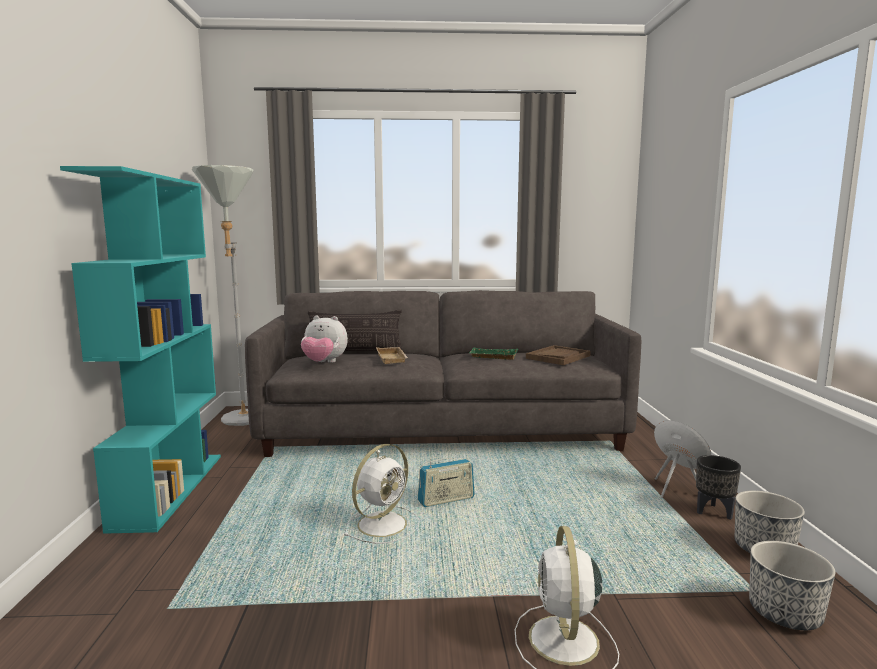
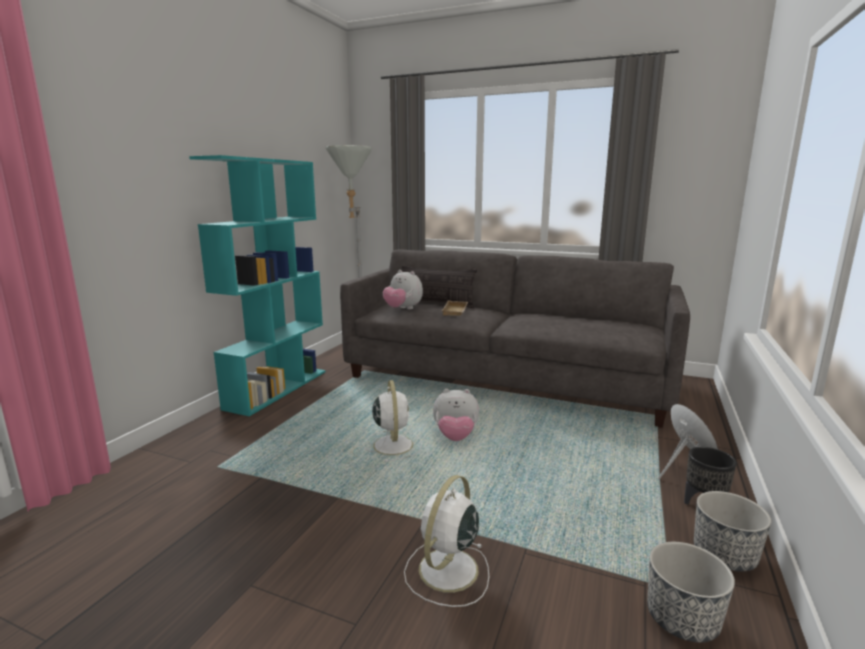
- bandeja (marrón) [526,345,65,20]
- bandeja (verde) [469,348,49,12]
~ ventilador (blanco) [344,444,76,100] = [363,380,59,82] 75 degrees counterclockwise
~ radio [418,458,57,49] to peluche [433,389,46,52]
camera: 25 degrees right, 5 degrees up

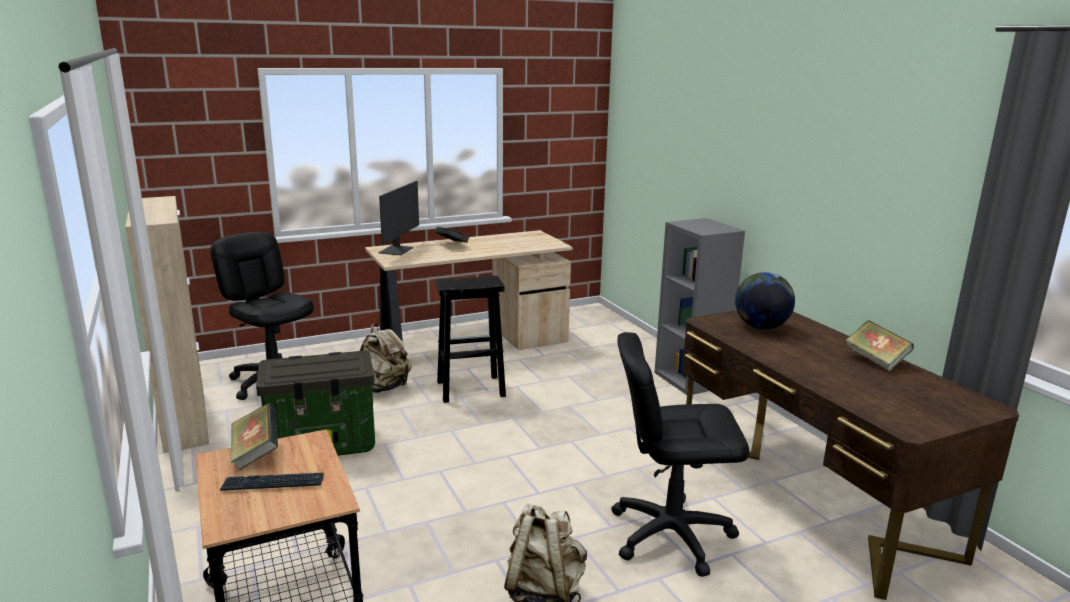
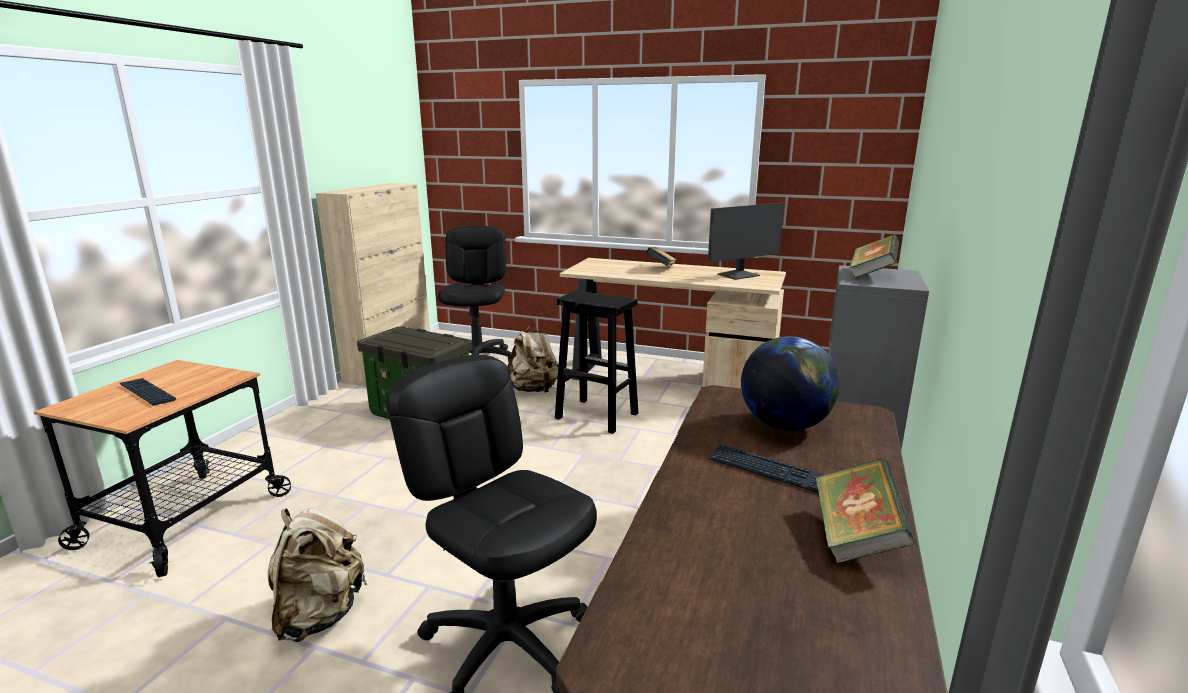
~ monitor [379,181,40,74] to [708,203,76,77]
~ libro [231,403,47,67] to [850,235,49,43]
+ teclado [708,444,118,49]
camera: 45 degrees right, 0 degrees up

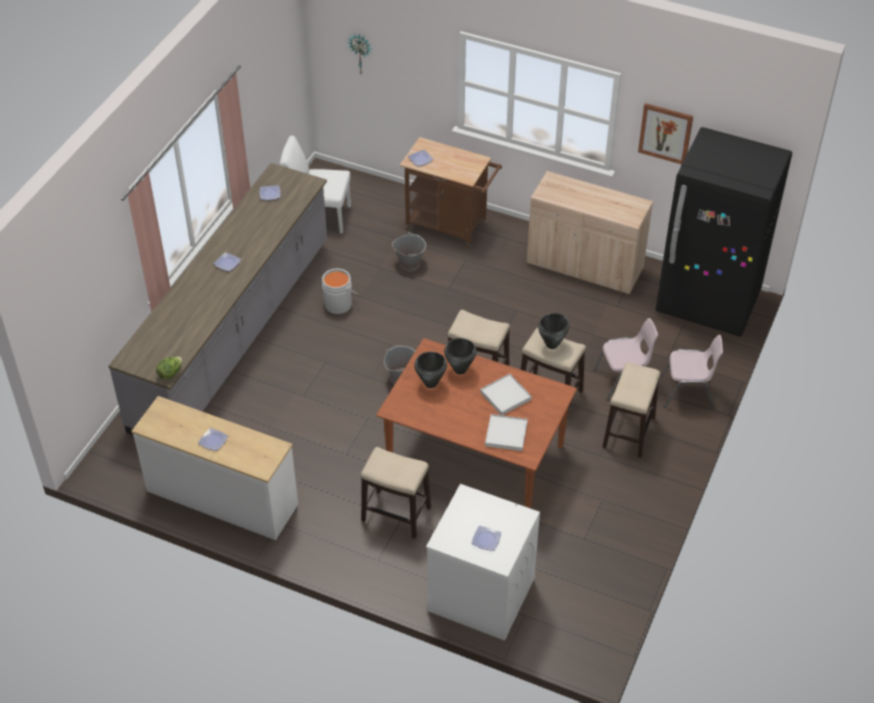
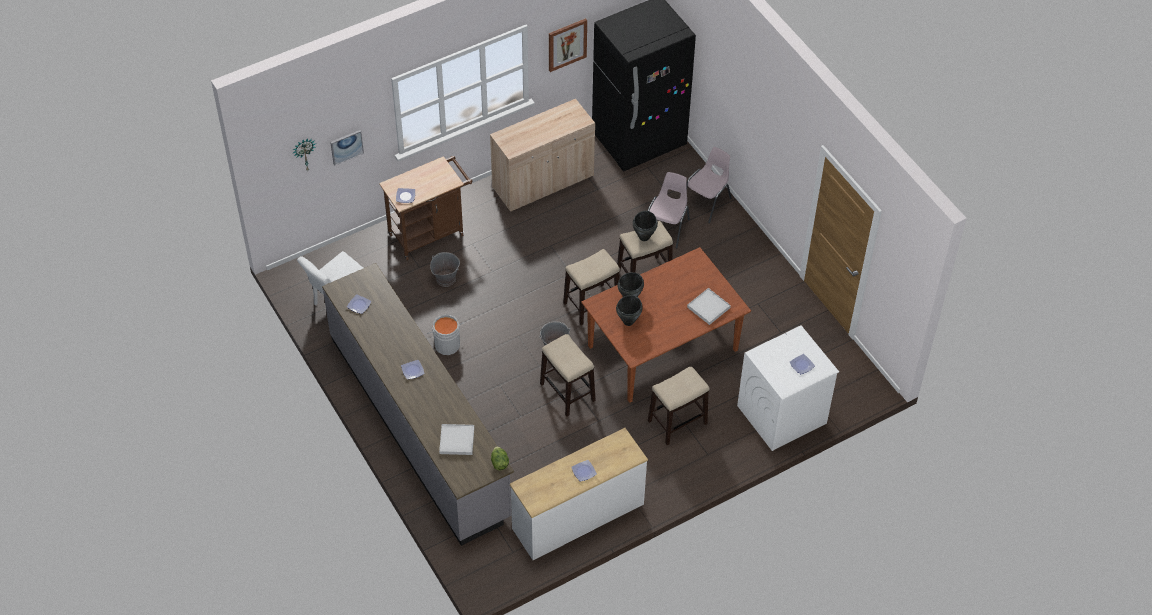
~ taburete [603,363,57,95] to [540,334,56,83]
~ bandeja (blanco) [480,374,52,41] to [439,424,35,31]
+ cuadro [330,130,34,36]
camera: 55 degrees left, 5 degrees up

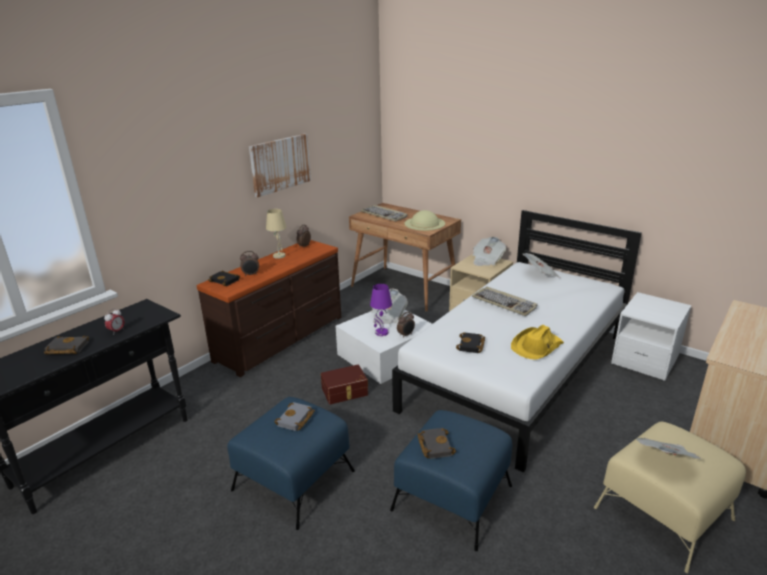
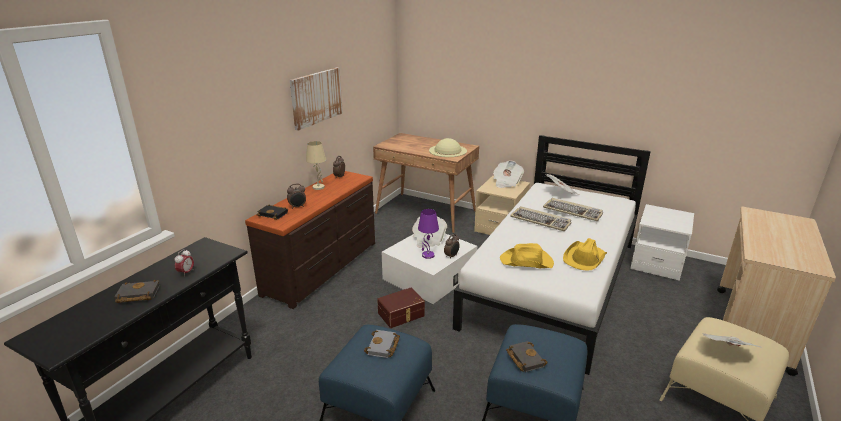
~ teclado [360,205,47,17] to [543,198,60,23]
~ libro (negro) [456,332,29,21] to sombrero (amarillo) [500,243,54,25]
camera: 10 degrees left, 0 degrees up

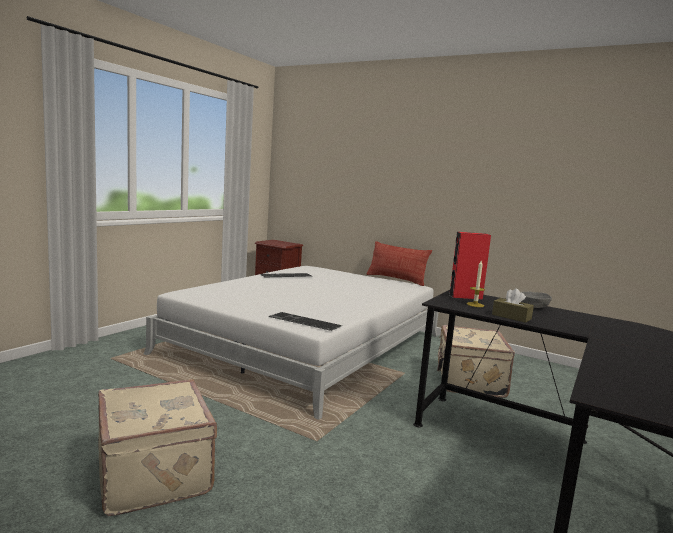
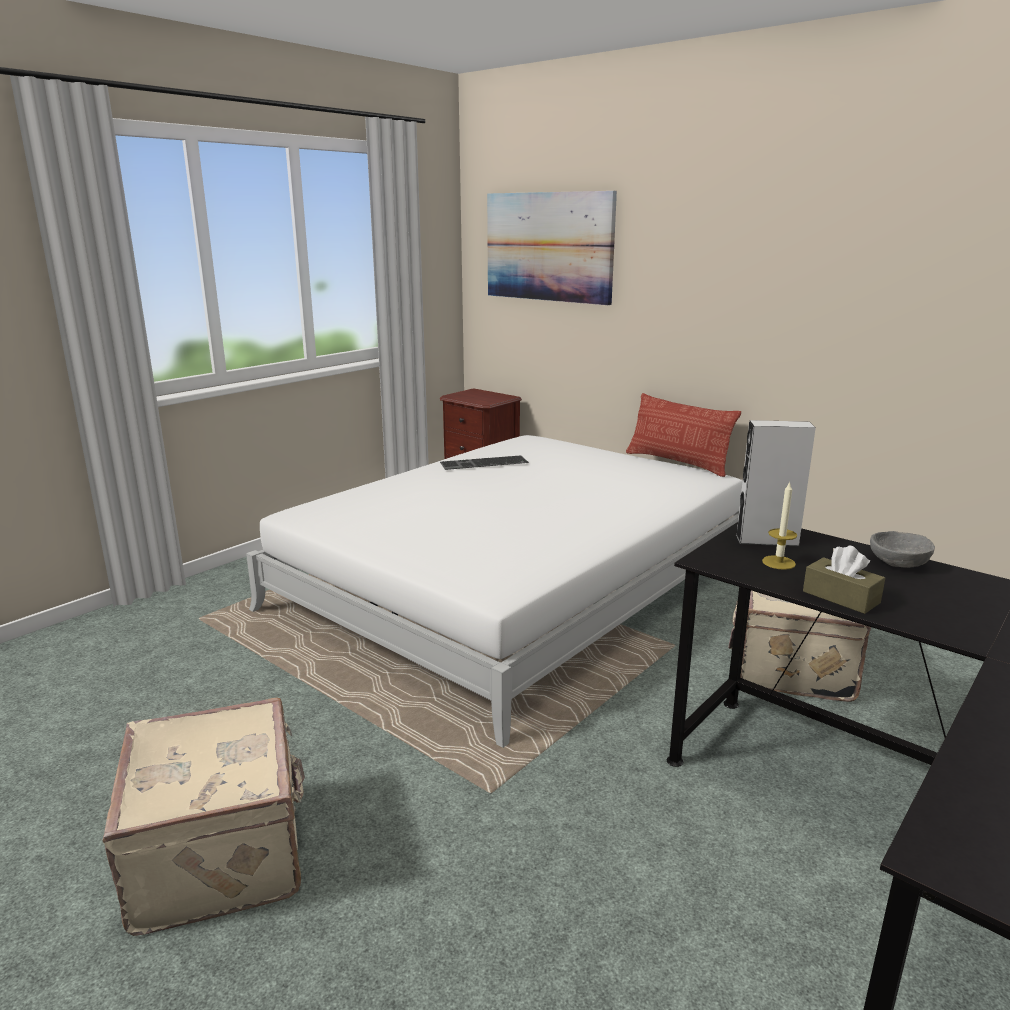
~ altavoz (rojo) [449,232,42,68] to altavoz (gris) [736,420,80,127]
- teclado [269,312,73,19]
+ cuadro [487,191,130,114]
camera: 10 degrees right, 10 degrees up

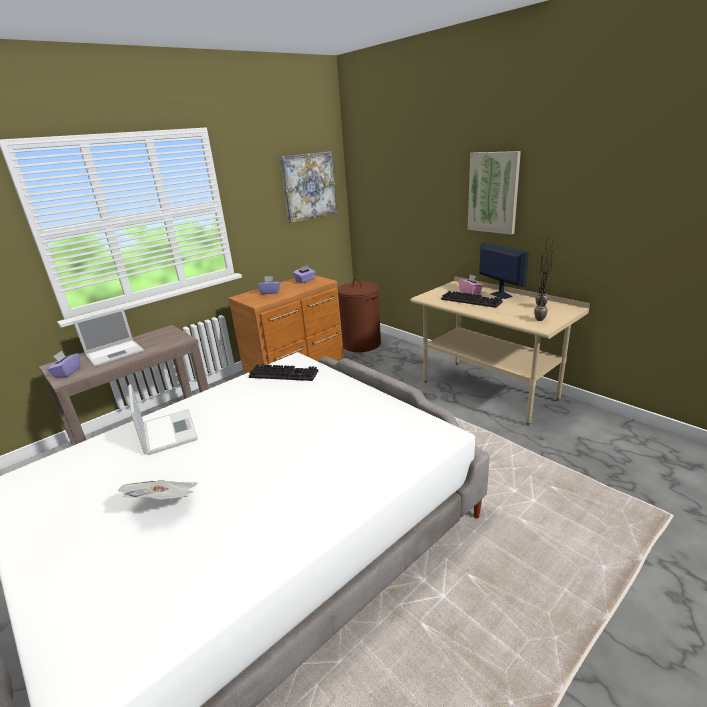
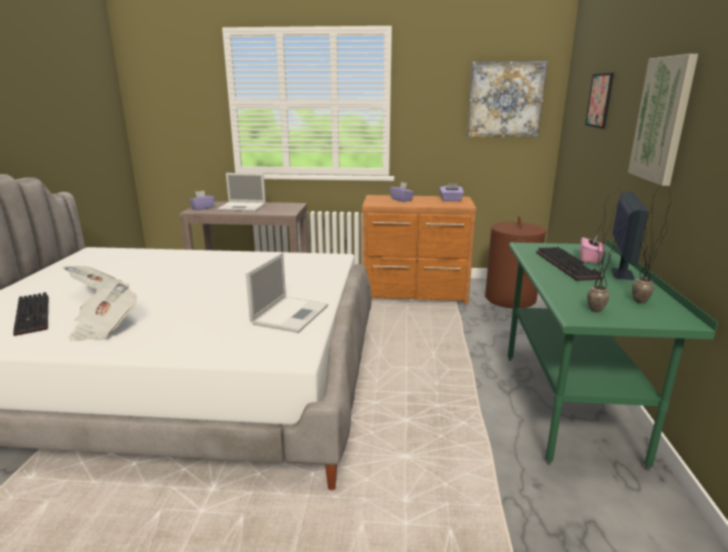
~ escritorio (beis) [410,276,180,150] to escritorio (verde) [508,239,210,232]
~ teclado [249,364,69,17] to [13,292,35,44]
~ portátil [128,384,70,71] to [246,253,82,80]
+ cuadro [585,73,29,56]
+ periódico [69,283,68,58]
camera: 45 degrees right, 5 degrees down

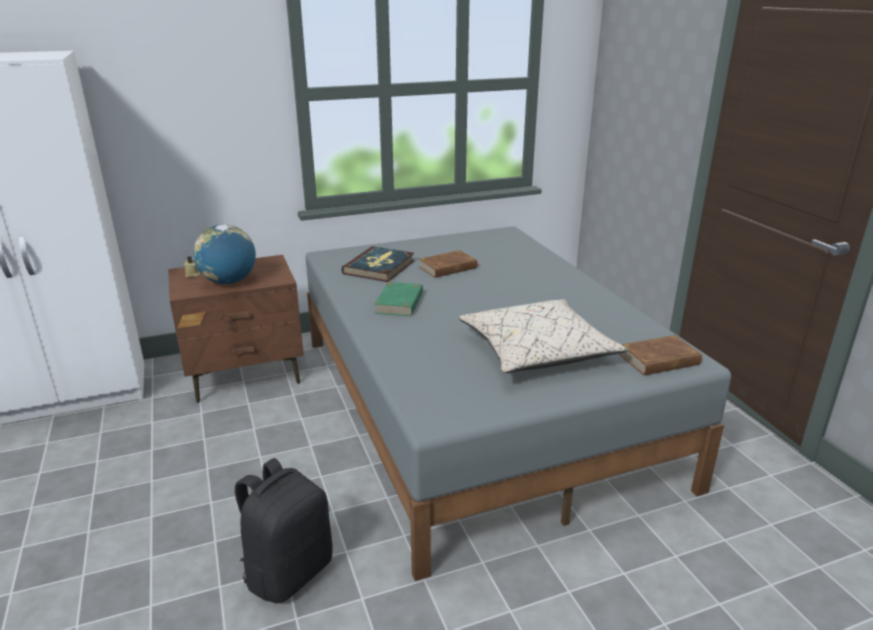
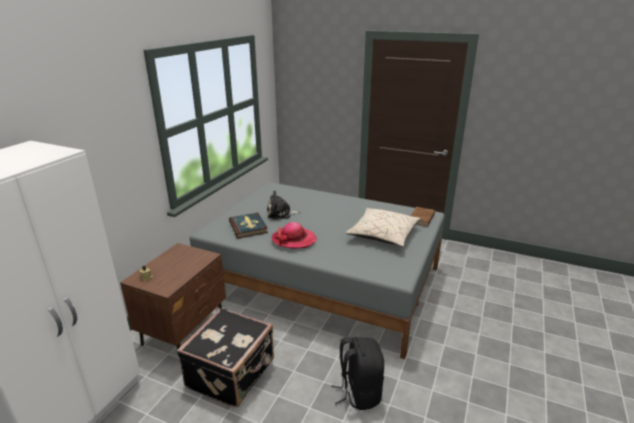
- globo terráqueo [193,224,63,60]
~ libro (marrón) [419,250,61,28] to peluche [267,190,33,30]
~ libro (verde) [374,282,49,34] to sombrero [272,222,45,27]
+ maleta (negro) [177,307,97,101]
camera: 45 degrees left, 0 degrees up

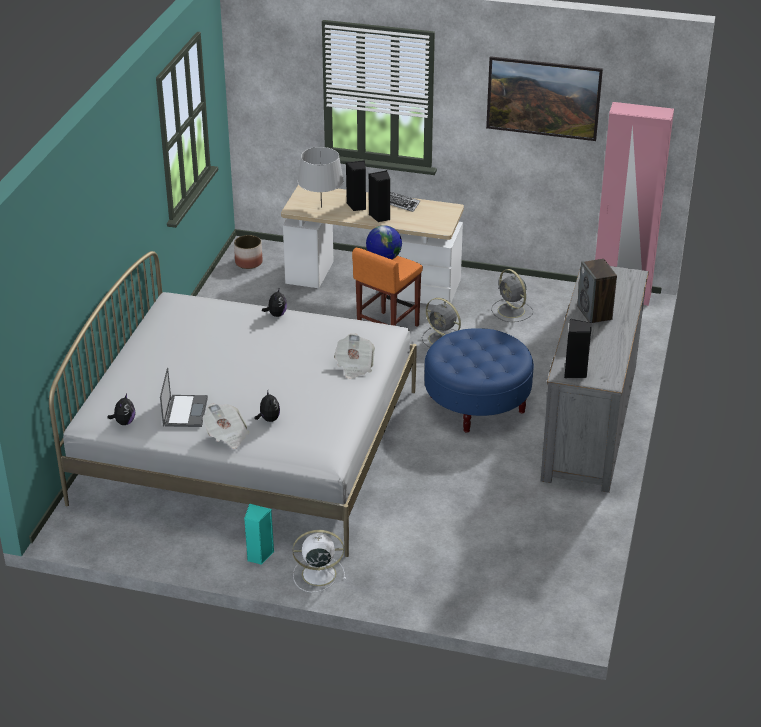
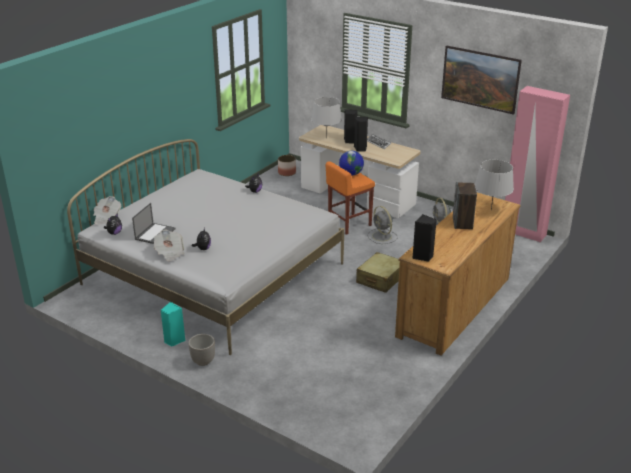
~ cómoda (gris) [541,266,108,227] to cómoda (marrón) [395,193,126,162]
~ puf (azul) [424,328,110,105] to maleta (beis) [356,252,44,41]
~ periódico [334,334,41,45] to [93,196,28,29]
~ ventilador (blanco) [293,530,53,63] to maceta [188,334,27,32]
+ lámpara de mesa (gris) [475,160,39,50]
camera: 20 degrees right, 5 degrees down

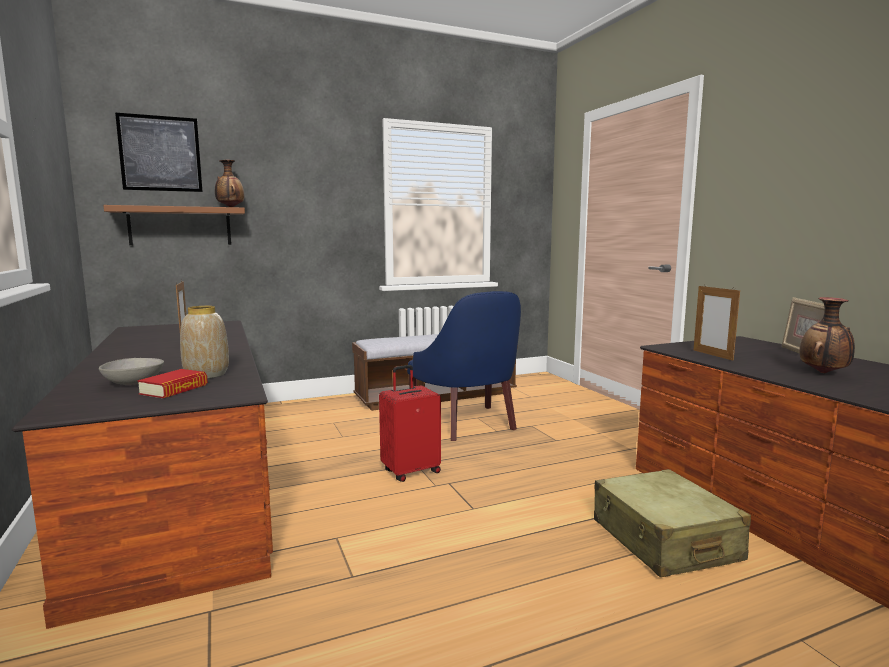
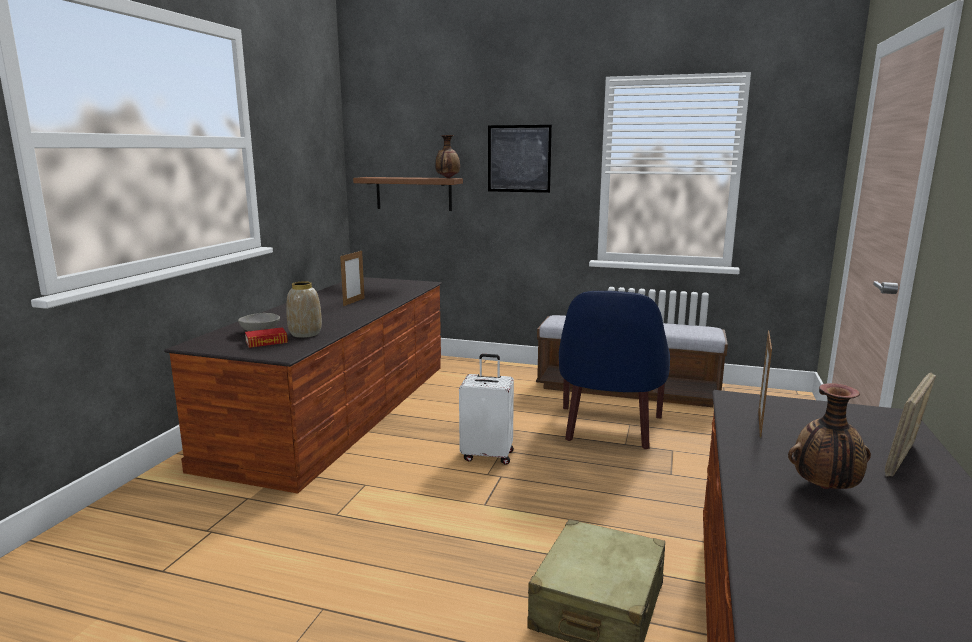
~ cuadro [115,113,88,79] to [488,125,64,68]
~ maleta (rojo) [379,365,62,117] to maleta (blanco) [459,354,55,111]
camera: 40 degrees right, 5 degrees up

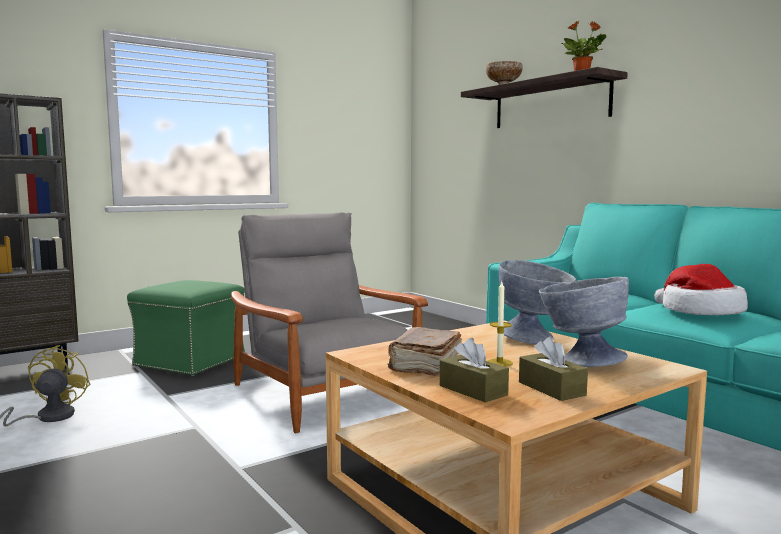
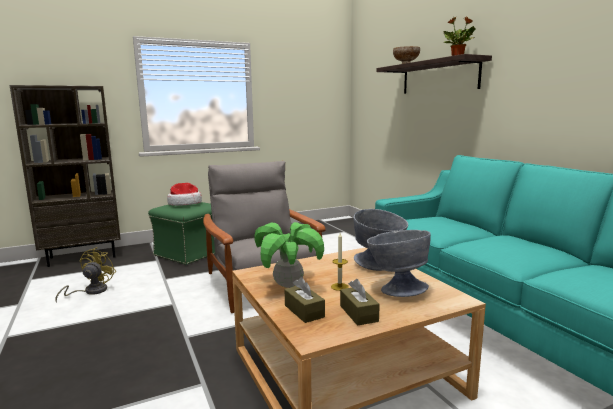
~ sombrero [655,264,93,51] to [167,183,35,23]
~ libro (marrón) [387,327,75,49] to planta en maceta [254,222,70,66]
camera: 10 degrees right, 5 degrees up

